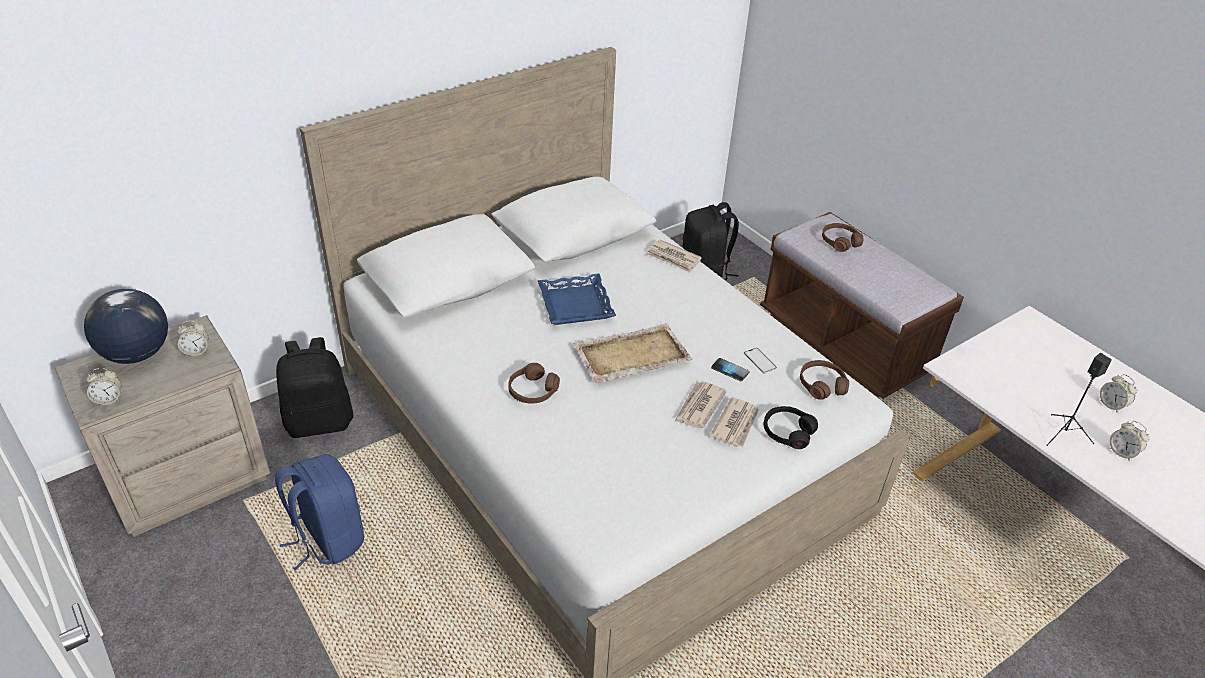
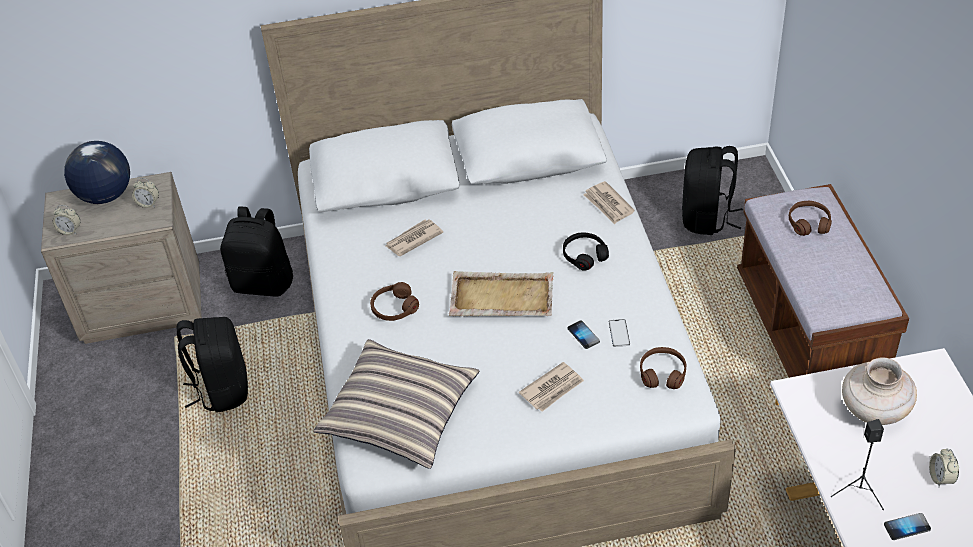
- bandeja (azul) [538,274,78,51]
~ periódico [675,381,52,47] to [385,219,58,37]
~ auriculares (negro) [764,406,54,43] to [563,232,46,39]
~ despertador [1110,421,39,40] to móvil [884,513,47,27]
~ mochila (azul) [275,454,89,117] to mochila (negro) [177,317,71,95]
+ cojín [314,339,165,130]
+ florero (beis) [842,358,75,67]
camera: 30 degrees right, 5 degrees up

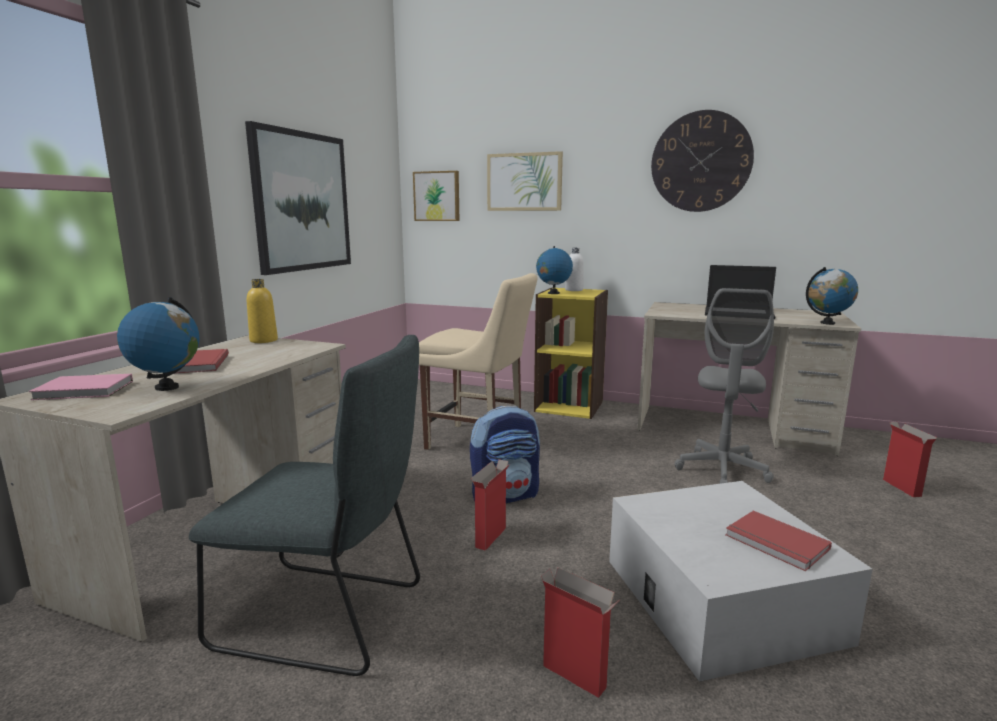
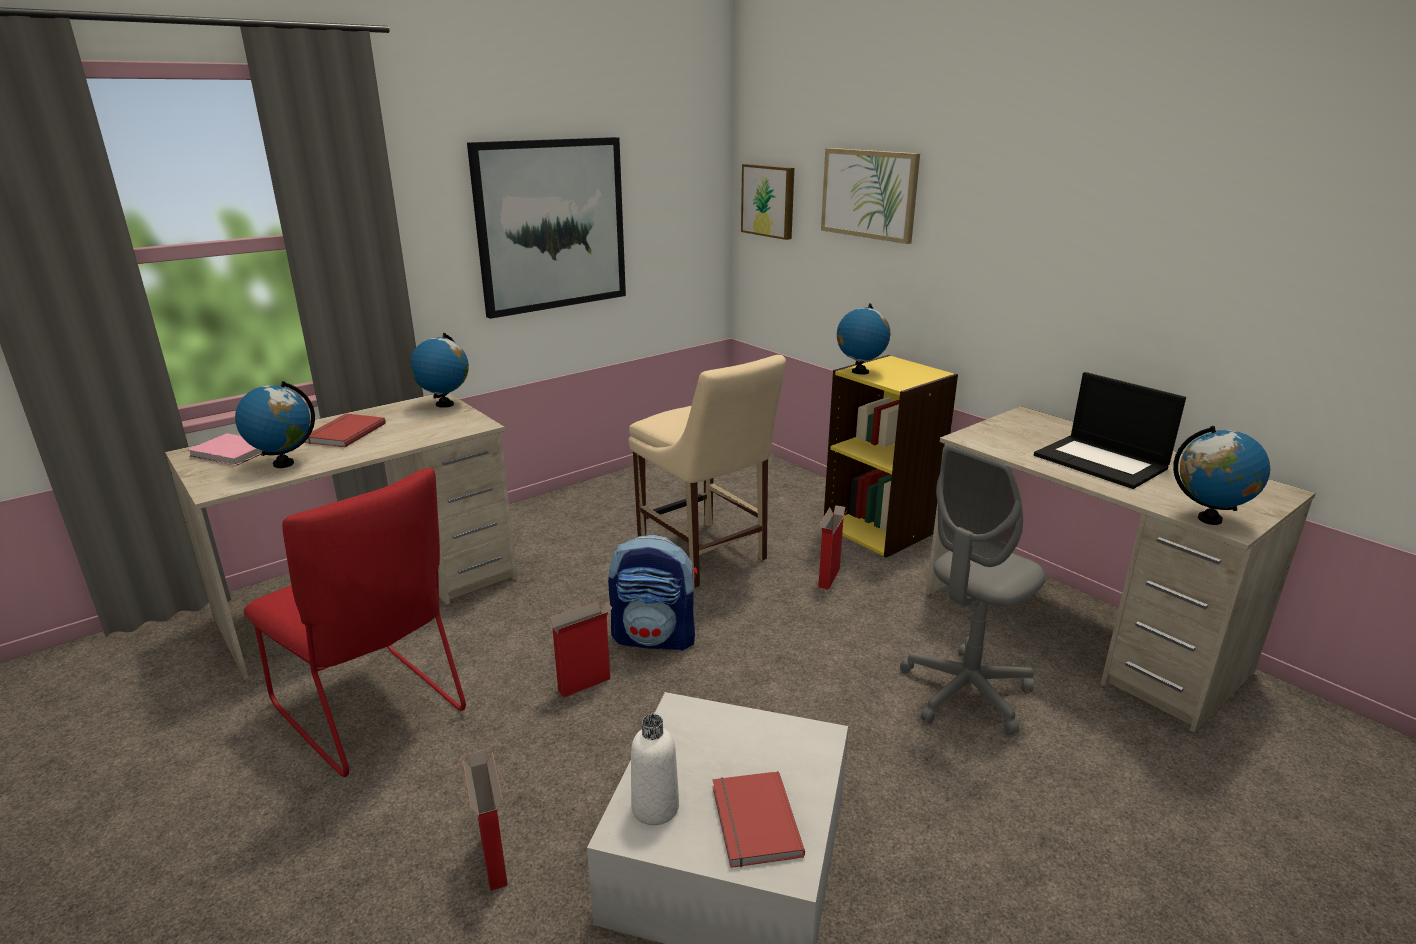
- reloj de pared [651,110,103,102]
~ botella (blanco) [565,248,18,43] to [631,714,48,111]
~ botella (amarillo) [247,279,31,64] to globo terráqueo [410,333,59,75]
~ silla (gris) [189,335,231,341] to silla (rojo) [244,468,222,309]
~ caja de cartón [883,422,54,75] to [818,505,30,85]
camera: 30 degrees right, 10 degrees up

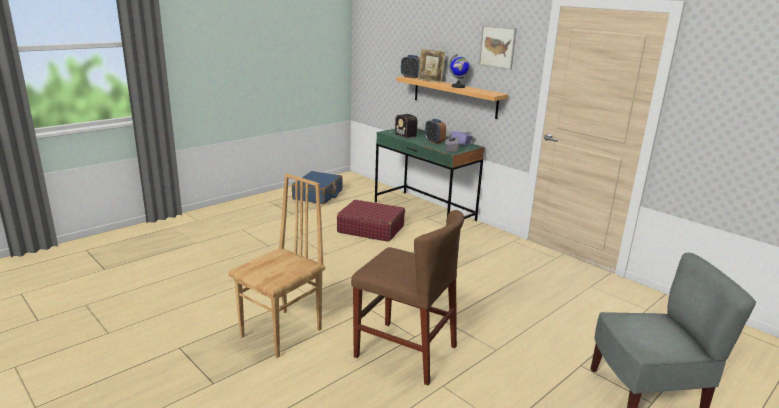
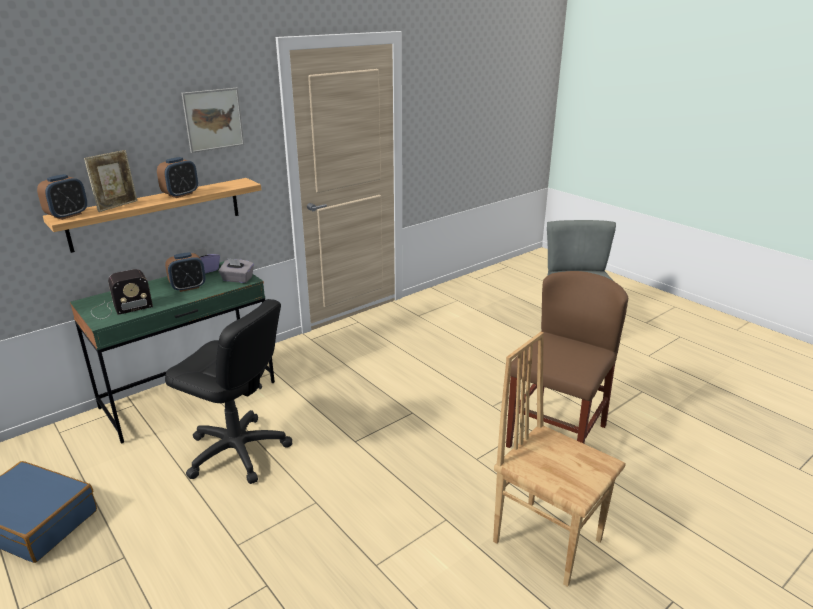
~ globo terráqueo [449,54,20,34] to despertador [157,157,41,41]
~ maleta (rojo) [337,200,68,42] to silla de oficina (negro) [165,299,127,185]
camera: 85 degrees left, 5 degrees up

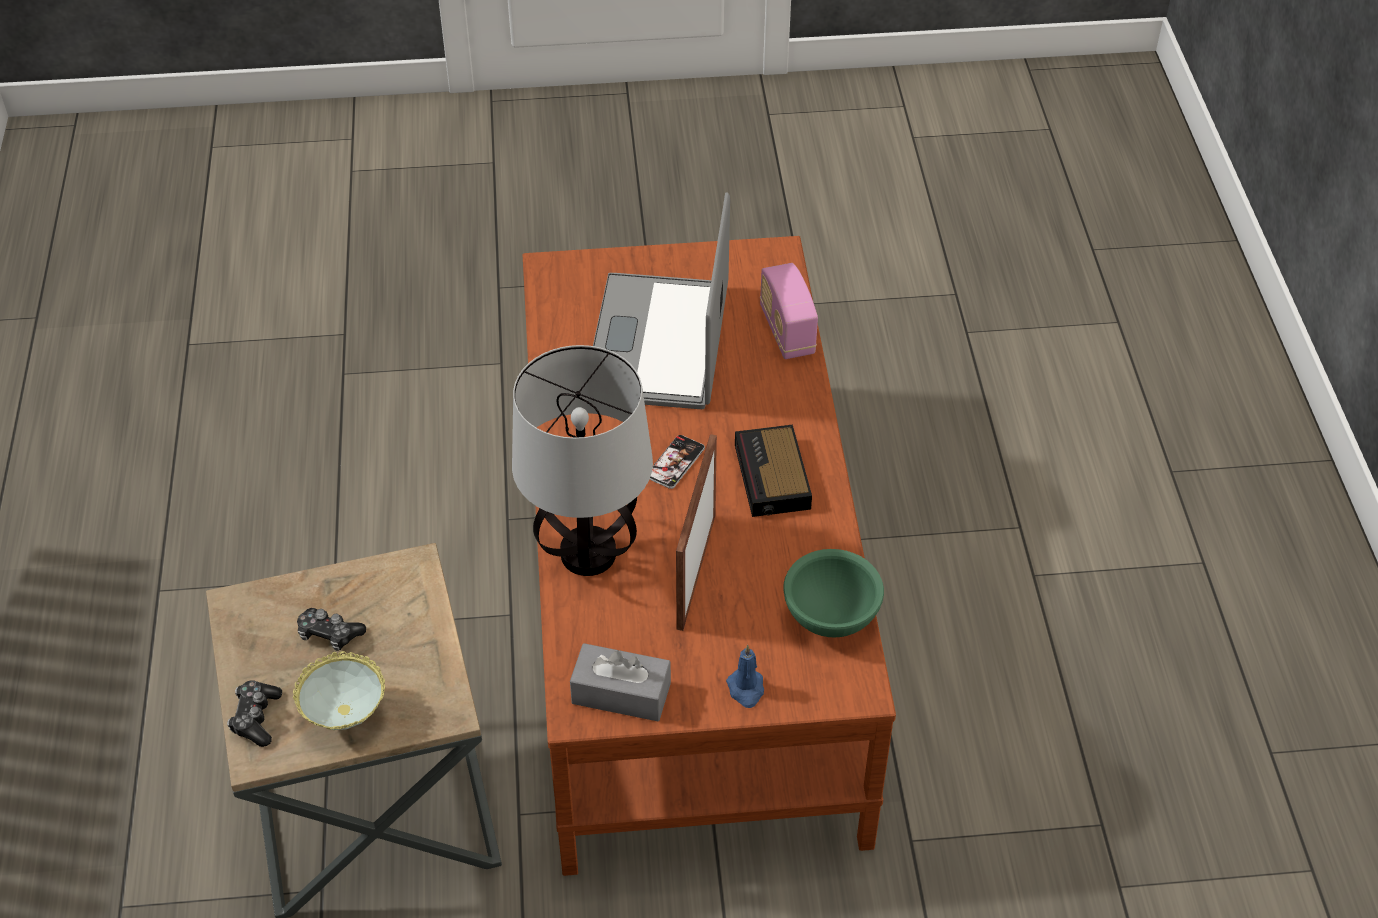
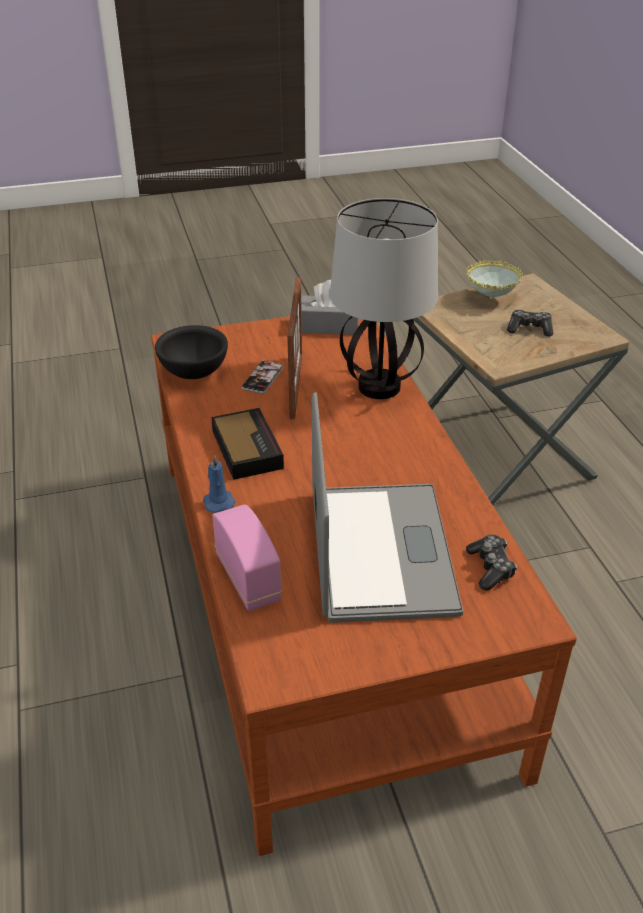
~ móvil [649,435,56,54] to [242,360,41,34]
~ cuenco (verde) [783,549,101,89] to cuenco (negro) [155,325,73,54]
~ vela (azul) [726,645,38,63] to [203,454,33,59]
~ mando de consola [227,680,55,67] to [466,534,51,56]
camera: 170 degrees right, 10 degrees down

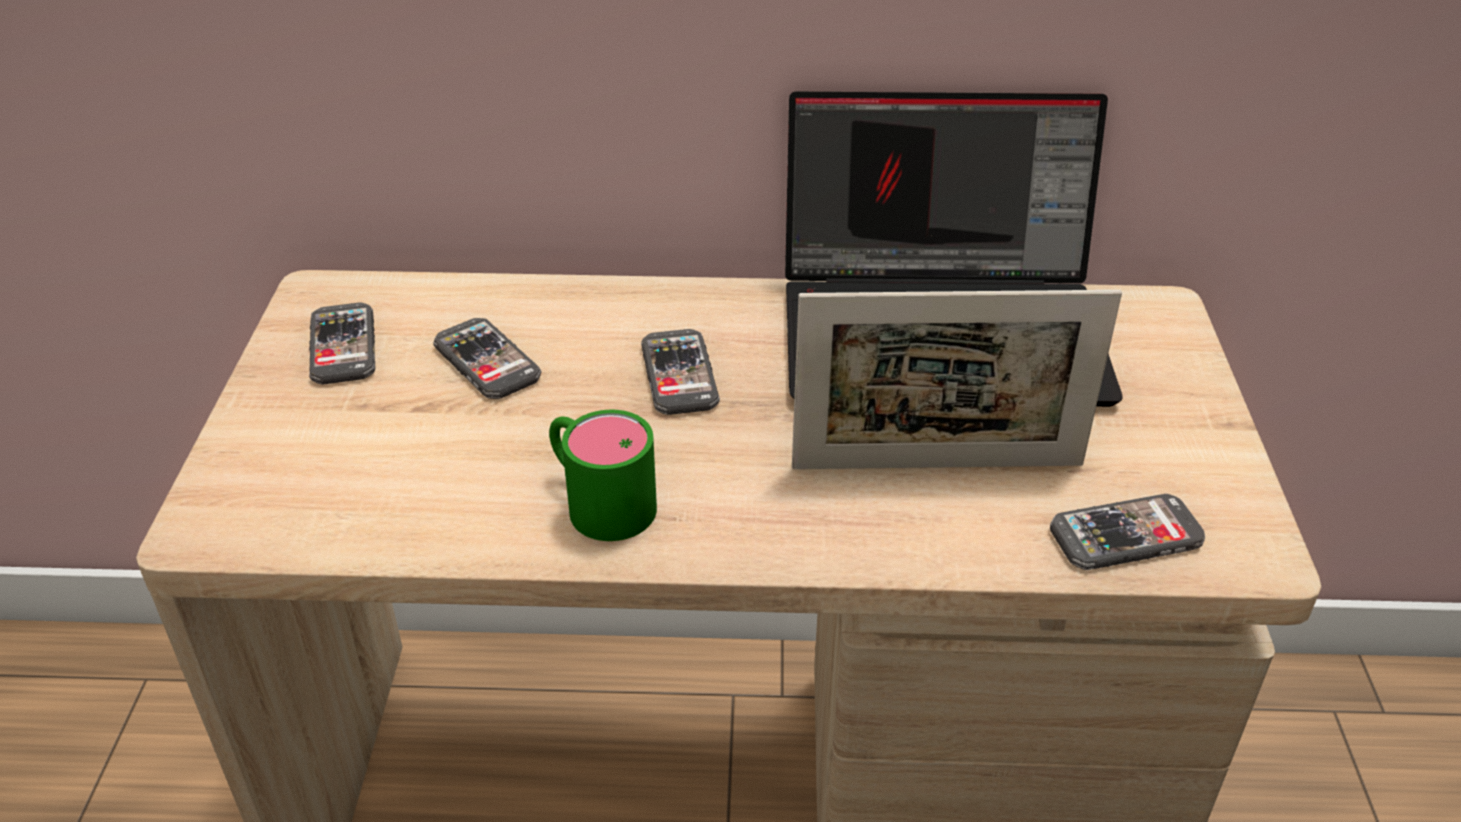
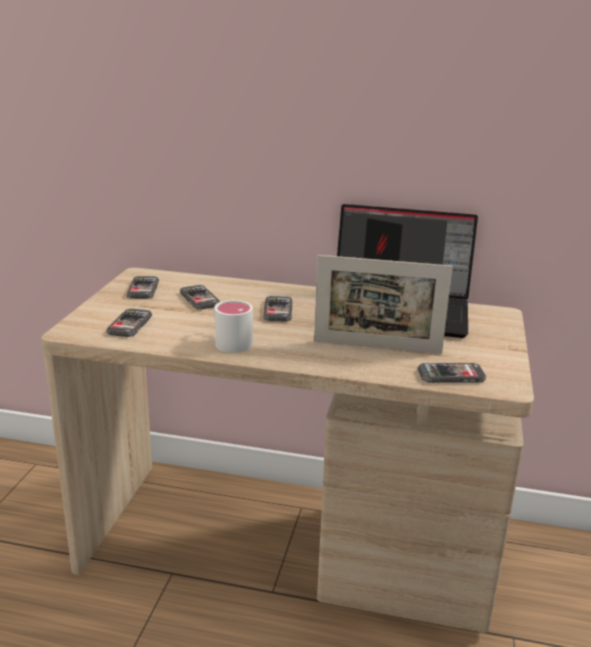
~ taza grande (verde) [549,410,108,131] to taza grande (blanco) [213,300,40,53]
+ móvil [106,309,46,28]
camera: 10 degrees right, 15 degrees down

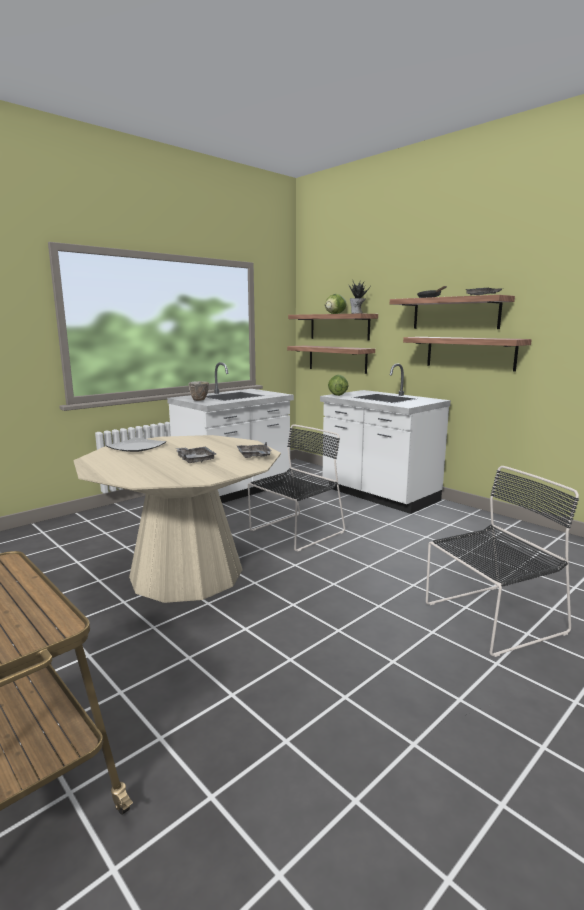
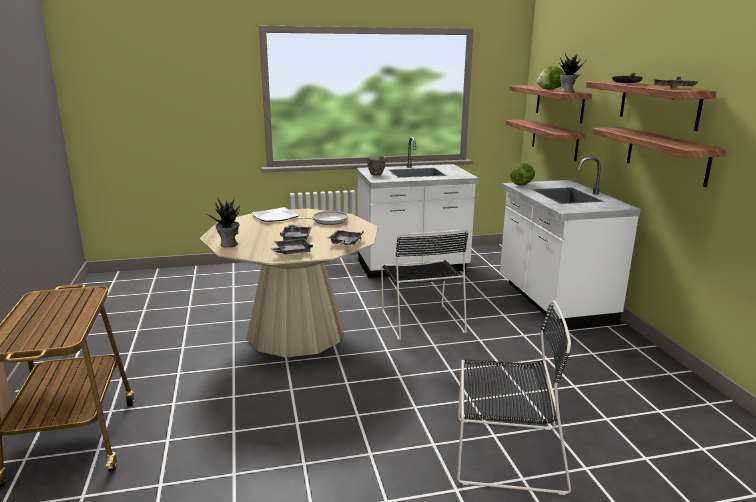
~ silla (negro) [248,424,97,127] = [381,229,87,111] 90 degrees clockwise
+ planta en maceta [208,197,32,50]
+ sartén [295,211,53,14]
+ bandeja (gris) [270,239,43,16]
camera: 30 degrees right, 5 degrees up

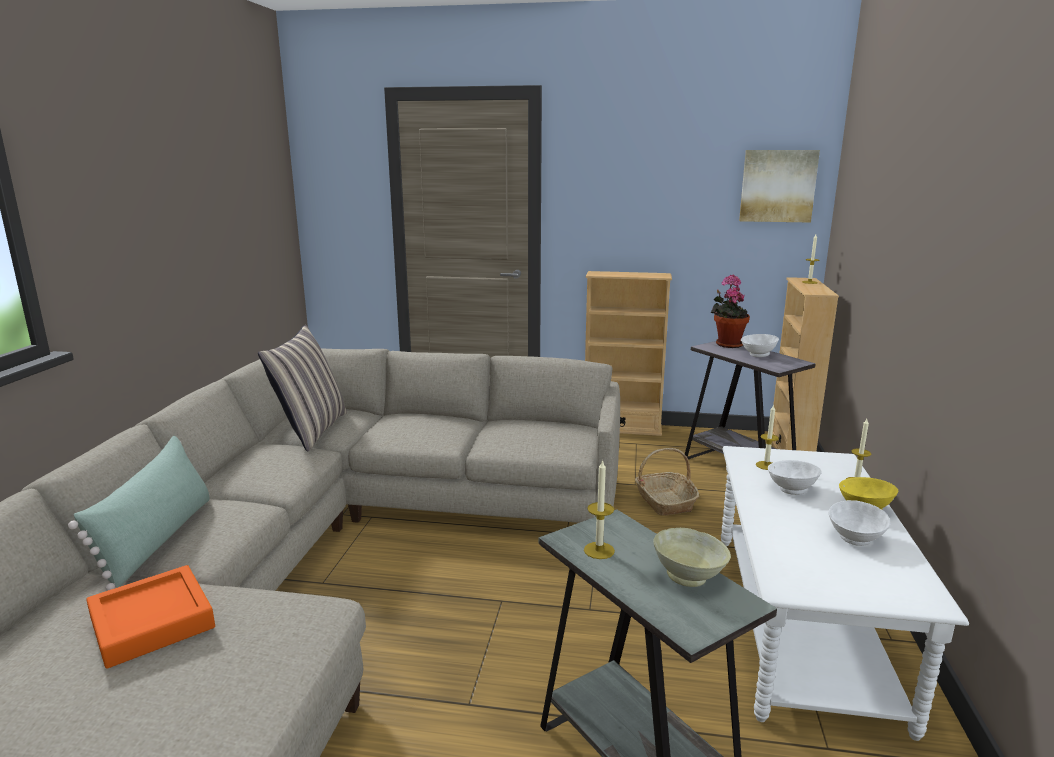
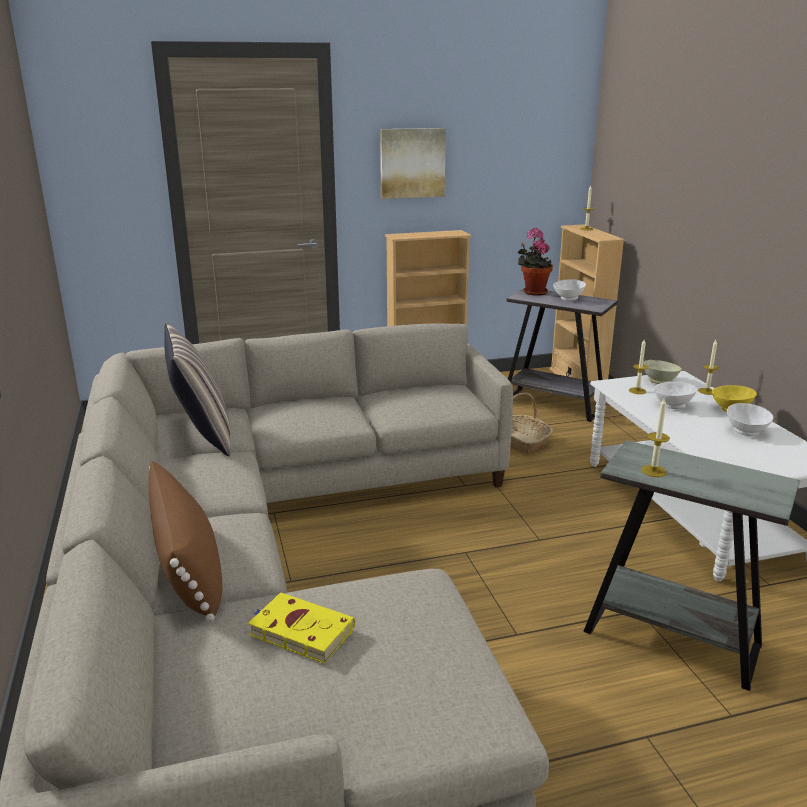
~ cuadro [739,150,81,73] to [380,128,66,71]
~ cojín (verde) [68,436,142,155] to cojín (marrón) [148,461,75,161]
~ cuenco (beis) [653,528,78,59] to [643,360,39,24]
~ bandeja (naranja) [86,565,129,103] to libro (amarillo) [248,593,107,70]
camera: 25 degrees left, 5 degrees up

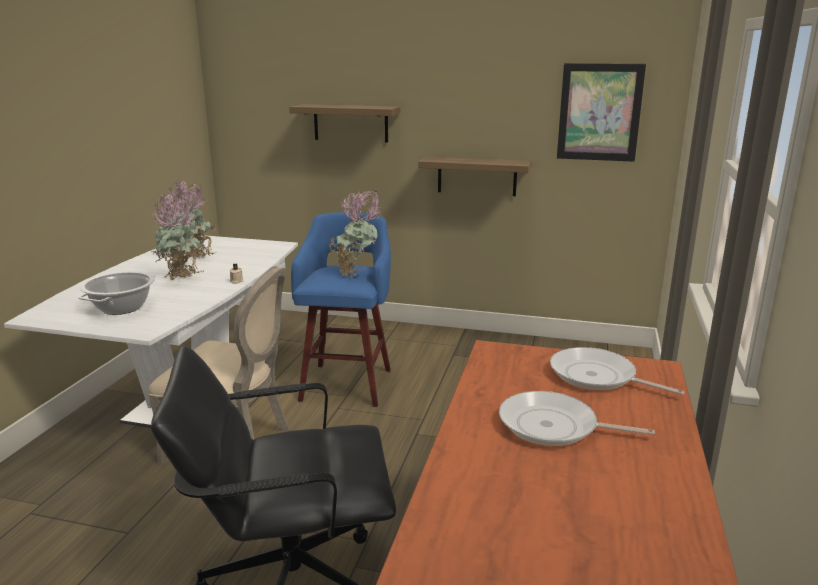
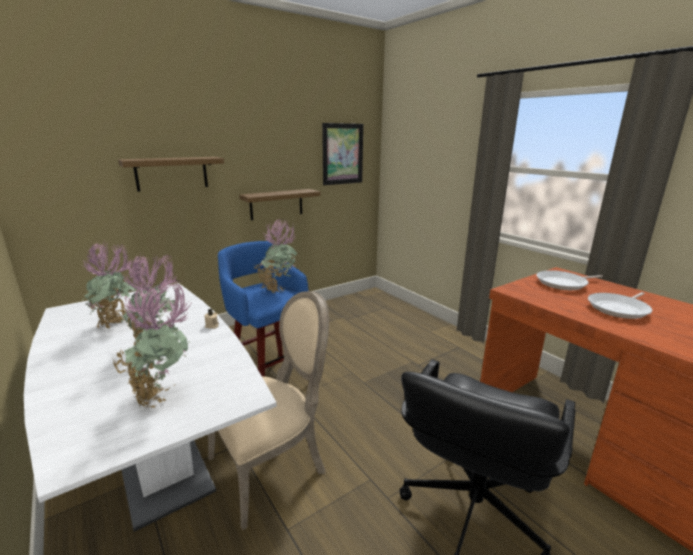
~ olla [78,271,77,44] to planta en maceta [112,280,81,128]
camera: 50 degrees left, 0 degrees up

